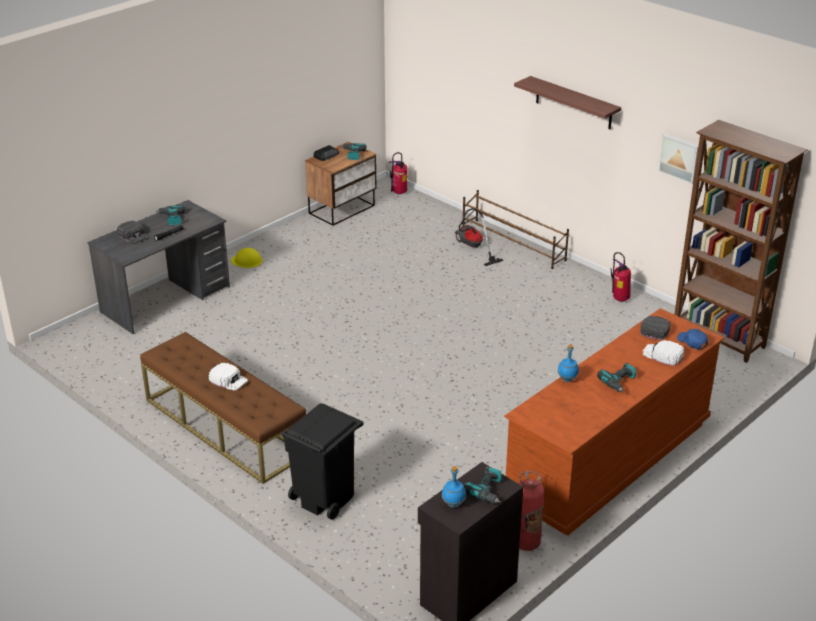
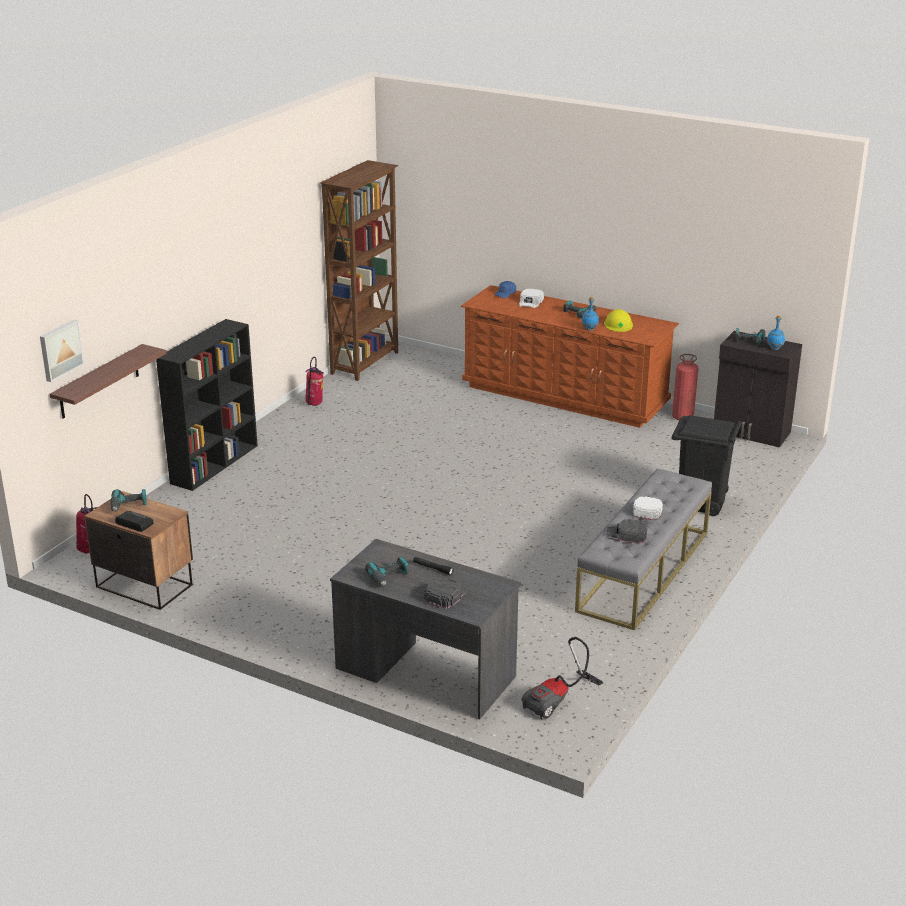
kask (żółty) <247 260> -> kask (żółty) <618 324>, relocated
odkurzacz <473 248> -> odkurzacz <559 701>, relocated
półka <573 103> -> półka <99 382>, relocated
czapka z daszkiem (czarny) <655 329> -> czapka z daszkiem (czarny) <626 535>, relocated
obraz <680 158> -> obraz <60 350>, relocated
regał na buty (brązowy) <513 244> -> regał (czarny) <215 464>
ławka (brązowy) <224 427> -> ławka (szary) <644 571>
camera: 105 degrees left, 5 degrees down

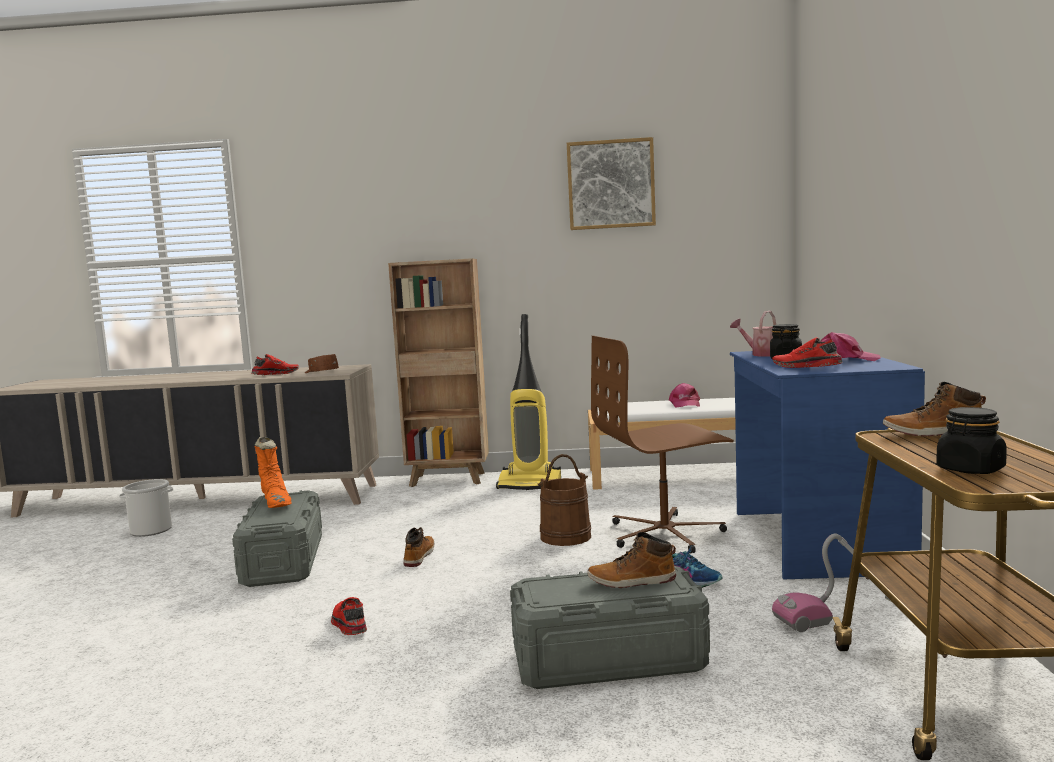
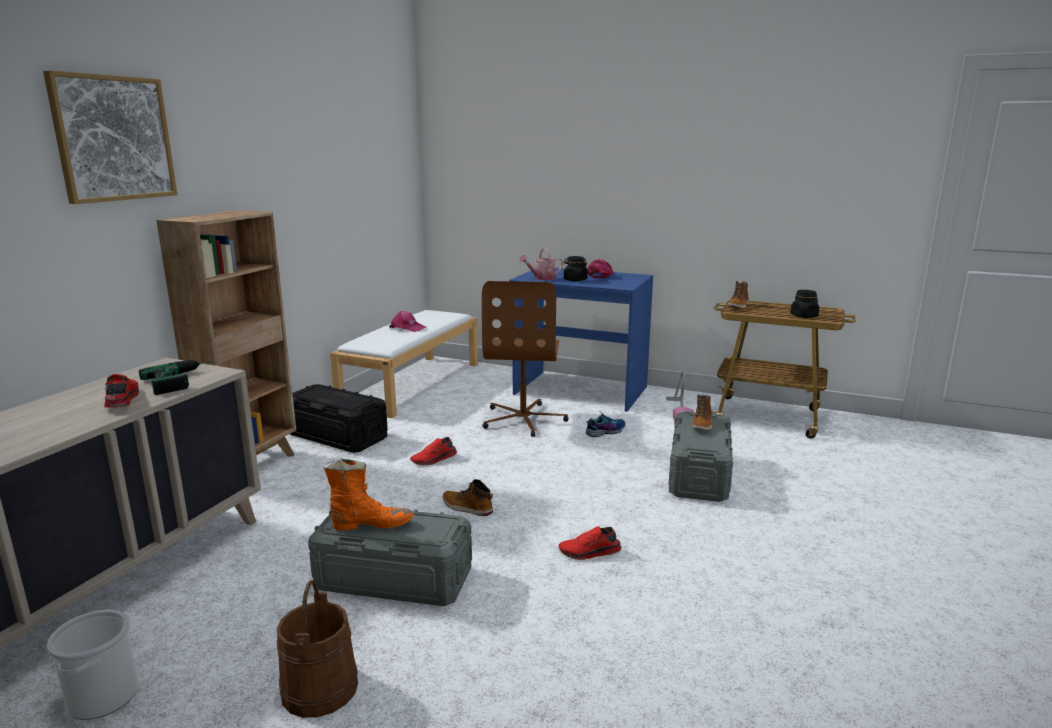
wiadro (brązowy) <565 536> -> wiadro (brązowy) <319 688>, relocated
obraz <611 184> -> obraz <113 138>, relocated
but (czerwony) <806 367> -> but (czerwony) <434 460>, relocated
czapka z daszkiem (brązowy) <321 372> -> wiertarka <184 379>
odkurzacz <530 484> -> pojemnik do przechowywania (czarny) <337 435>
camera: 70 degrees left, 10 degrees up

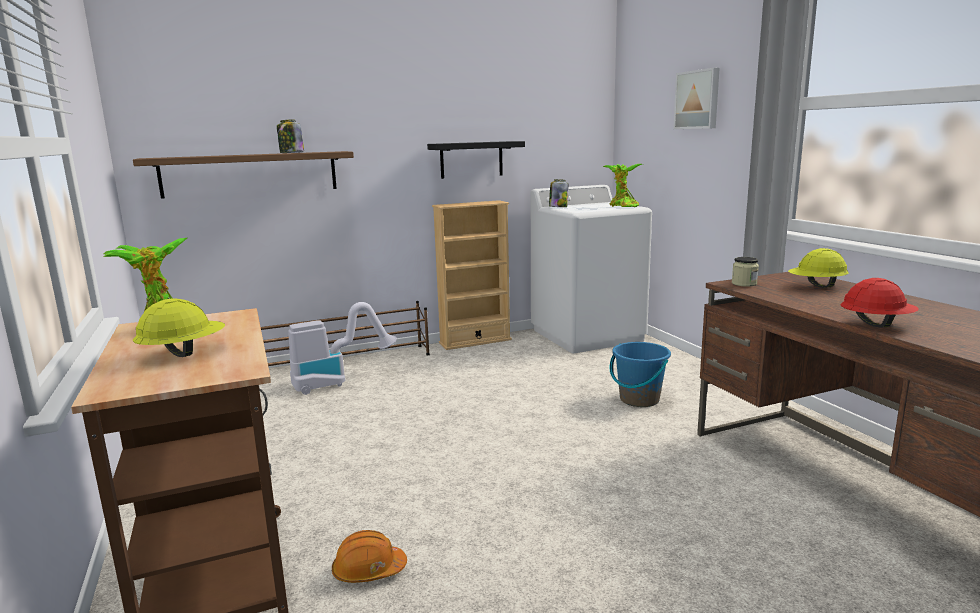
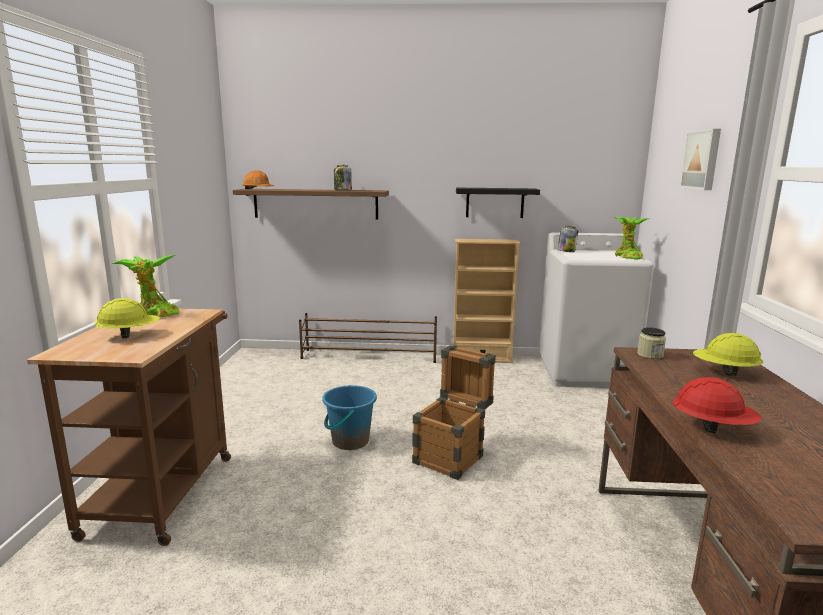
odkurzacz <337 381> -> none
none -> skrzynka <453 456>
kask (pomarańczowy) <368 570> -> kask (pomarańczowy) <258 189>, relocated
wiadro (niebieski) <639 399> -> wiadro (niebieski) <350 441>, relocated
camera: 25 degrees right, 0 degrees up

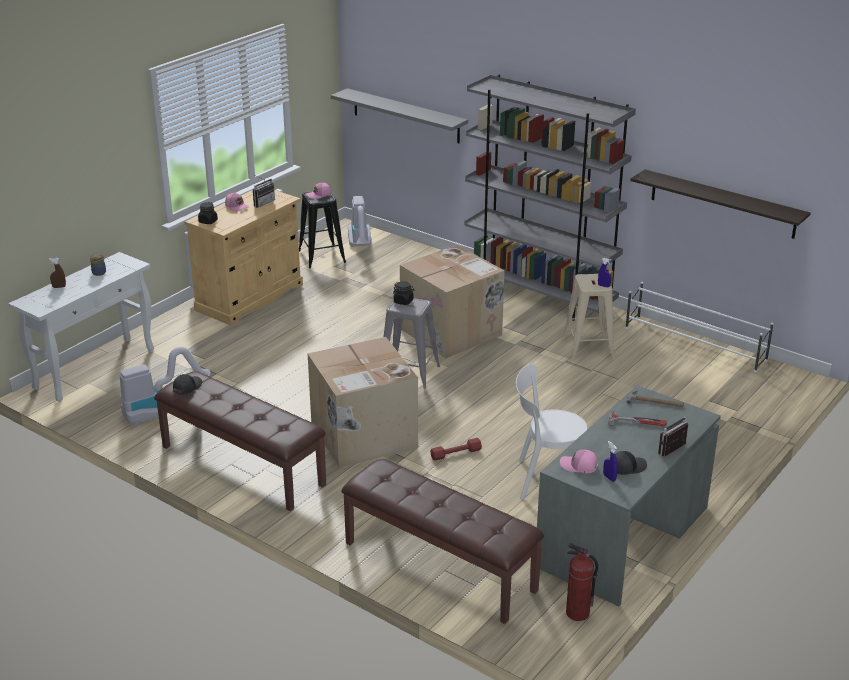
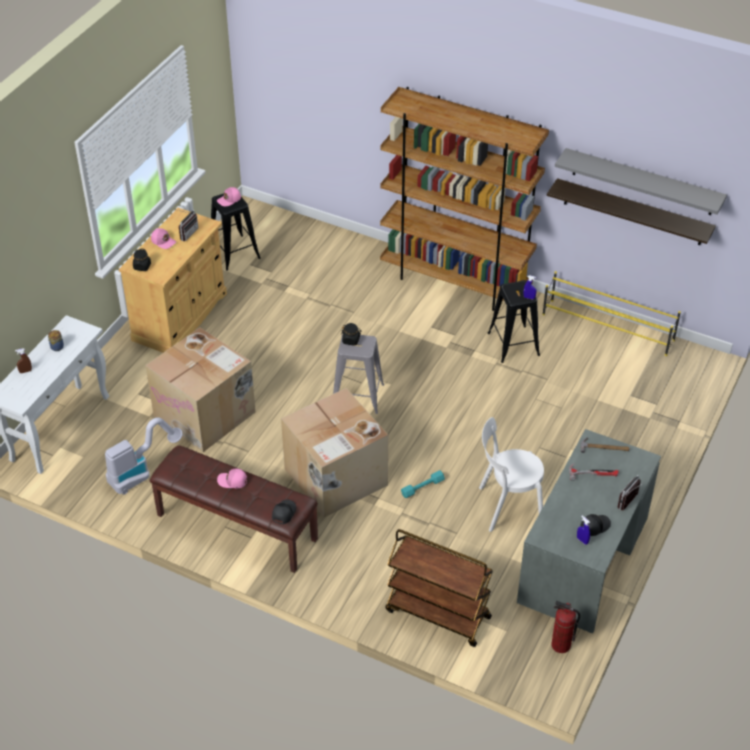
odkurzacz <360 246> -> none
czapka z daszkiem (czarny) <187 387> -> czapka z daszkiem (czarny) <283 513>, relocated
półka (szary) <406 116> -> półka (szary) <642 182>, relocated
karton <452 332> -> karton <206 414>, relocated
czapka z daszkiem (różowy) <579 466> -> czapka z daszkiem (różowy) <232 481>, relocated
ławka (brązowy) <438 566> -> wózek (brązowy) <437 614>
hantel (czerwony) <456 453> -> hantel (turkusowy) <422 487>
regał (szary) <539 296> -> regał (brązowy) <455 282>
stołek (beżowy) <588 347> -> stołek (czarny) <513 344>
regał na buty (biały) <695 344> -> regał na buty (żółty) <608 328>
camera: 10 degrees left, 15 degrees up

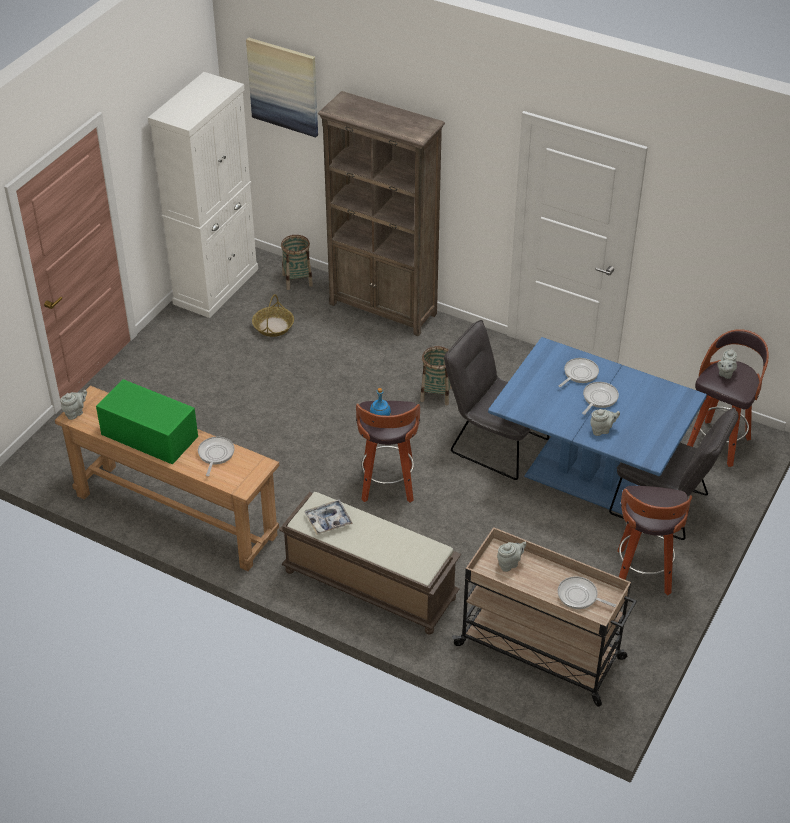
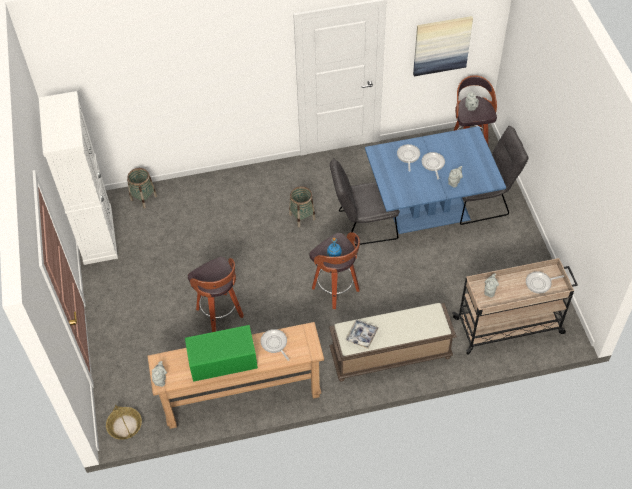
regał (brązowy) <383 309> -> none
obraz <284 86> -> obraz <441 45>, relocated
koszyk <273 326> -> koszyk <124 426>, relocated
stołek <644 574> -> stołek <220 314>, relocated
camera: 40 degrees left, 10 degrees up

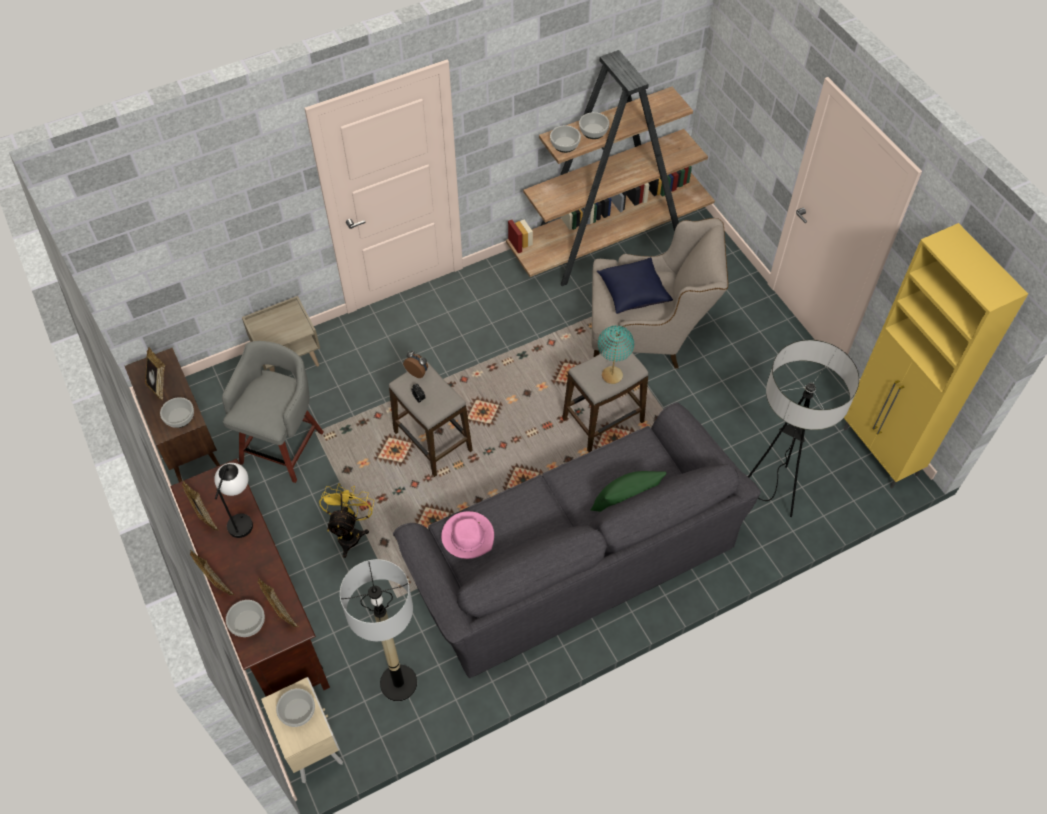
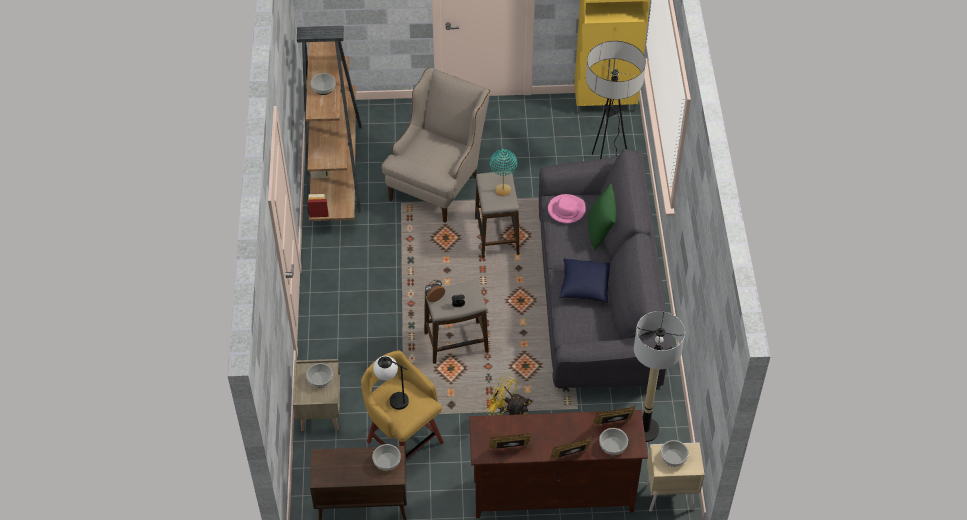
ramka na zdjęcie <159 384> -> none
lampa stołowa <243 517> -> lampa stołowa <392 398>, relocated
kapelusz (różowy) <468 536> -> kapelusz (różowy) <566 210>, relocated
miska <565 144> -> miska <320 379>, relocated
poduszka (niebieski) <633 293> -> poduszka (niebieski) <584 286>, relocated
stołek (szary) <283 445> -> stołek (żółty) <403 440>
camera: 65 degrees left, 5 degrees down

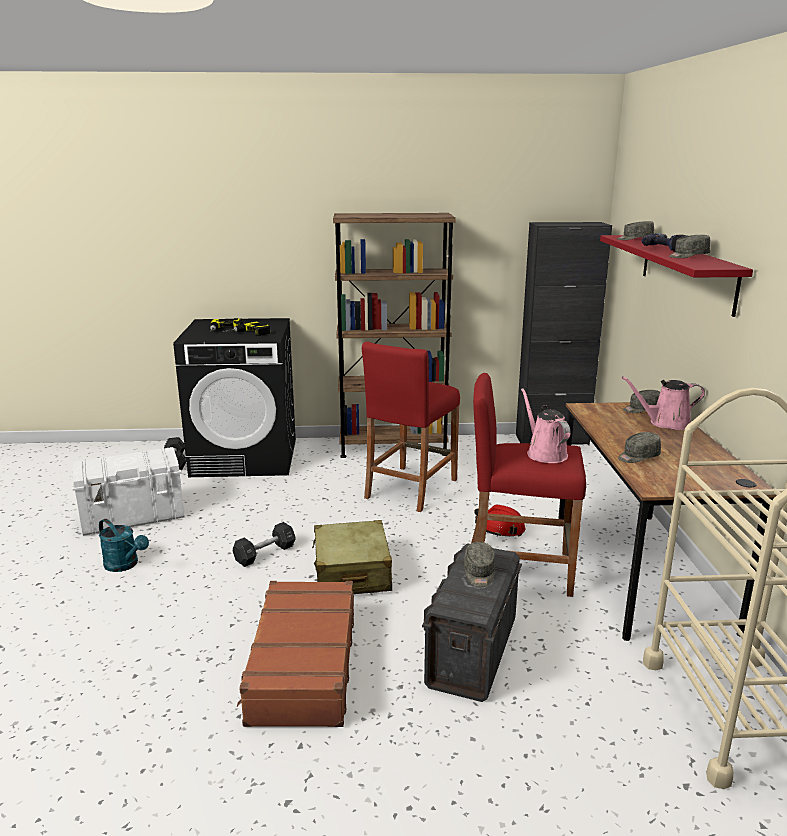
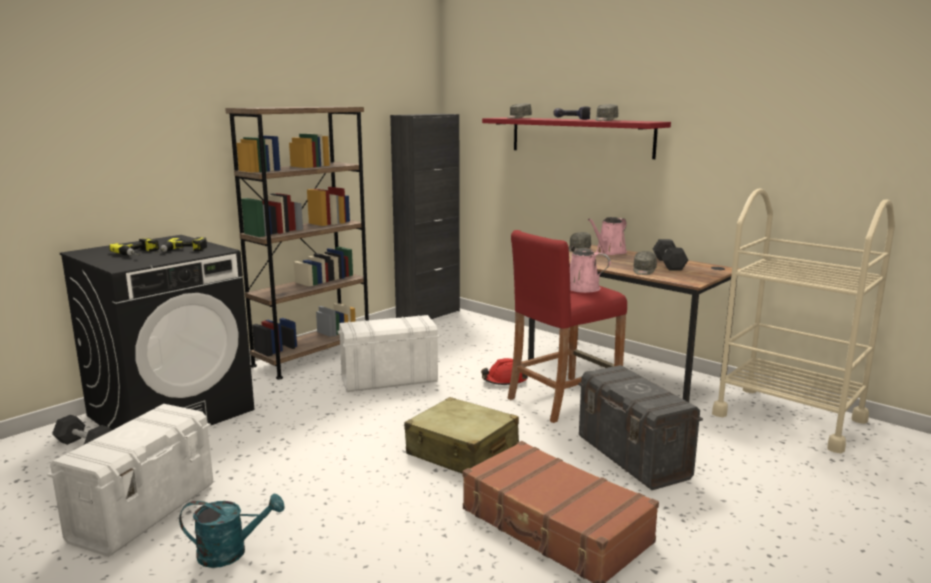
czapka z daszkiem (szary) <479 573> -> none
hantel (czarny) <265 553> -> hantel (czarny) <669 264>, relocated
stołek (czerwony) <410 488> -> pojemnik do przechowywania (biały) <388 380>
camera: 45 degrees left, 5 degrees down

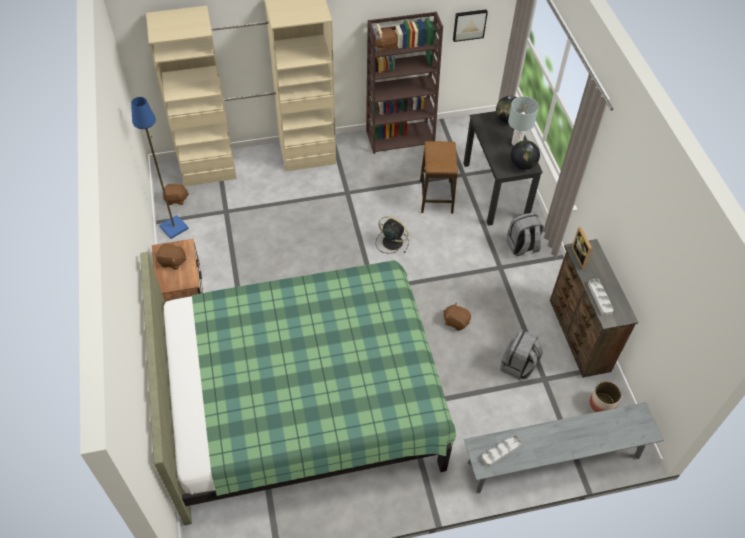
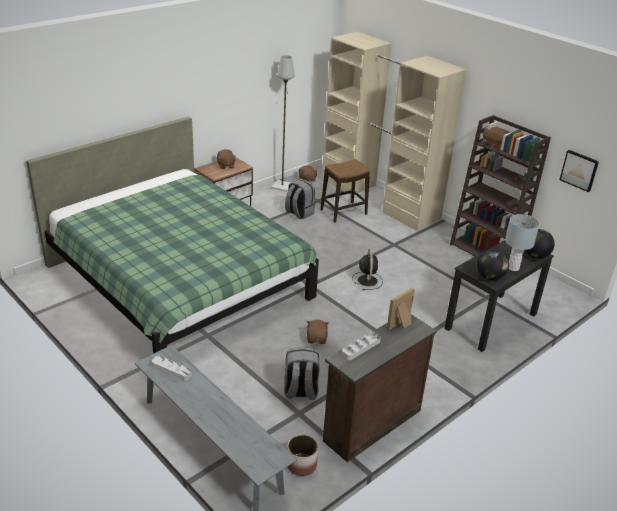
stołek <436 196> -> stołek <343 212>, relocated
plecak (szary) <522 247> -> plecak (szary) <299 213>, relocated
lampa stojąca (niebieski) <174 227> -> lampa stojąca (szary) <282 186>
camera: 60 degrees right, 20 degrees down

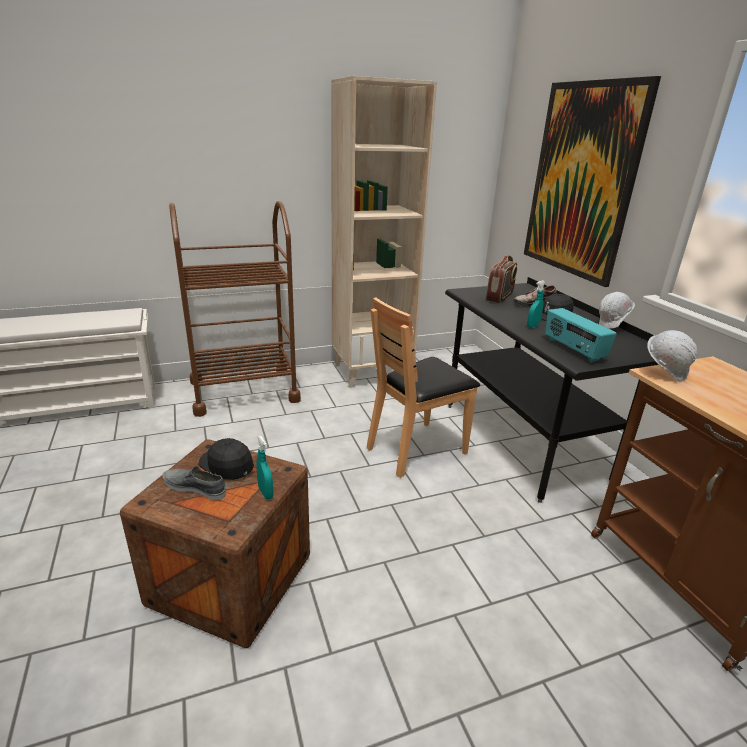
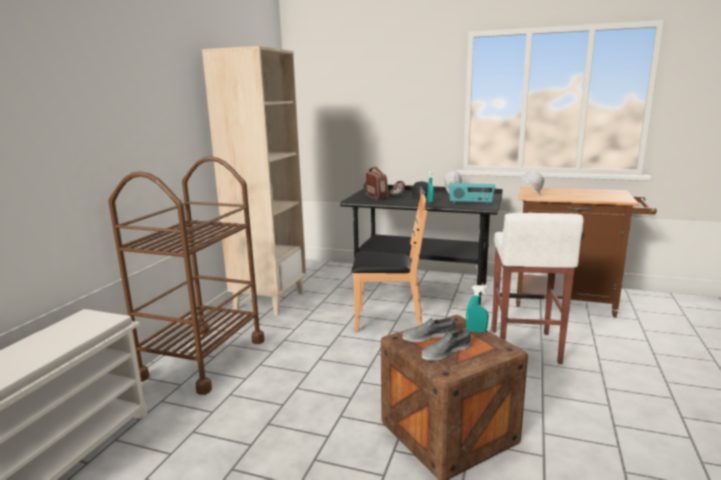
obraz <581 181> -> none
none -> stołek (biały) <524 347>
czapka z daszkiem (czarny) <227 465> -> but (szary) <428 336>
krzesło (brązowy) <416 449> -> krzesło (brązowy) <388 320>, 90 degrees counterclockwise
camera: 50 degrees left, 10 degrees down

